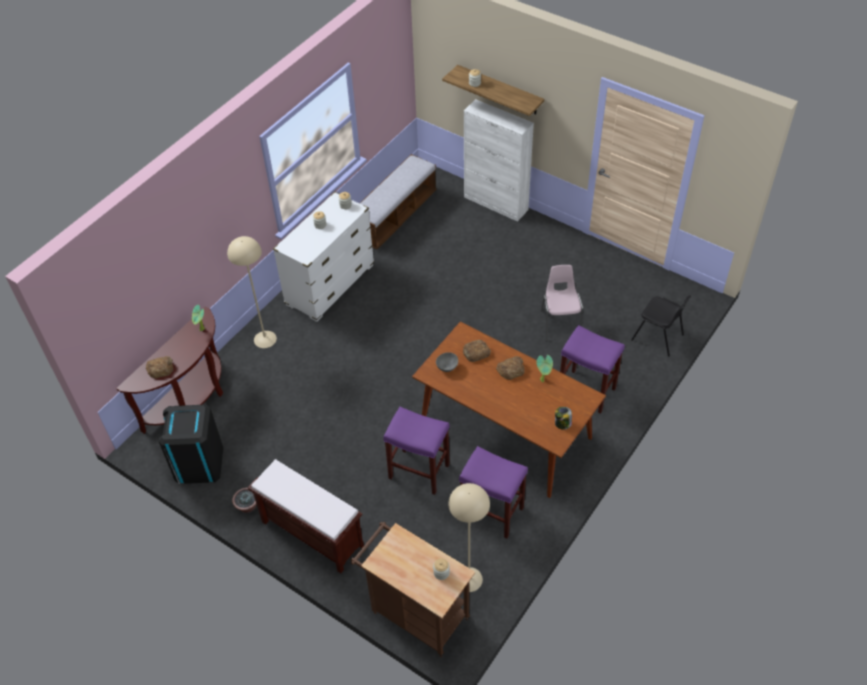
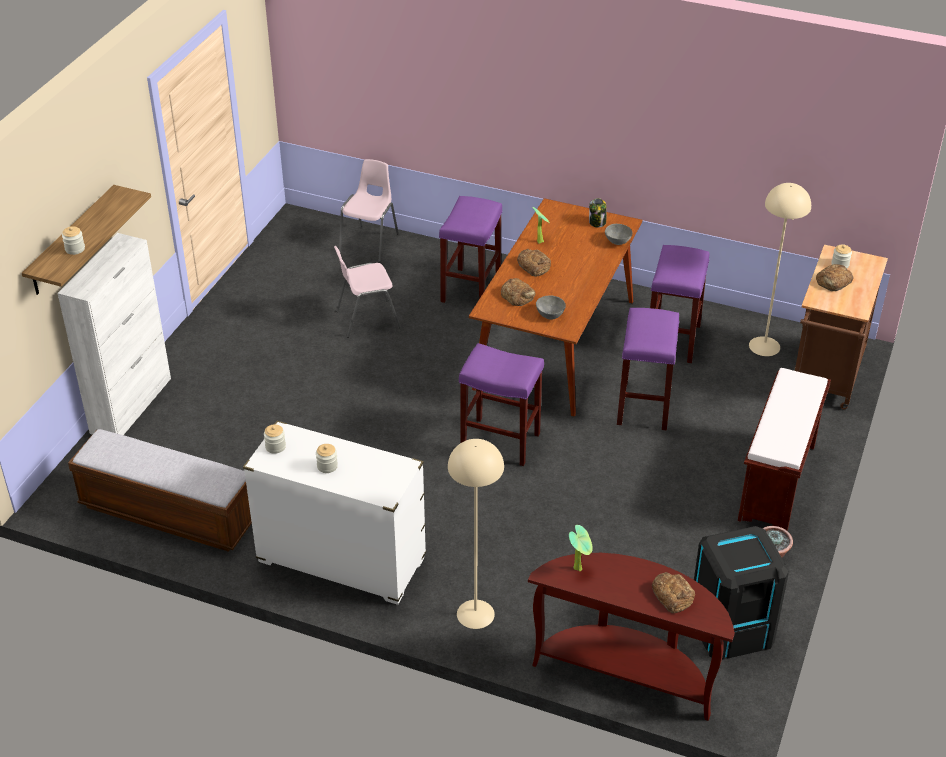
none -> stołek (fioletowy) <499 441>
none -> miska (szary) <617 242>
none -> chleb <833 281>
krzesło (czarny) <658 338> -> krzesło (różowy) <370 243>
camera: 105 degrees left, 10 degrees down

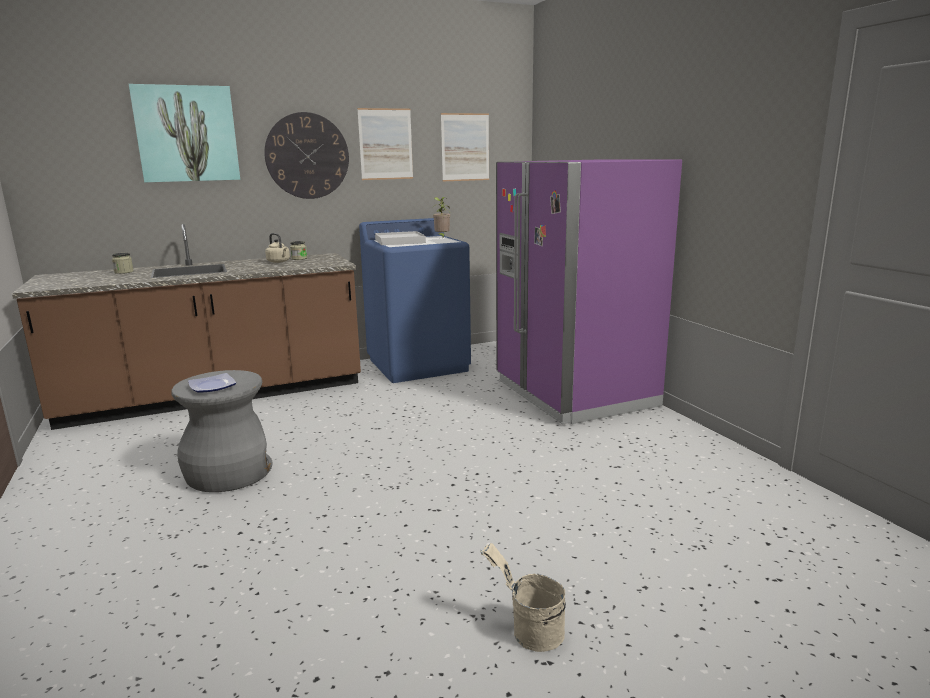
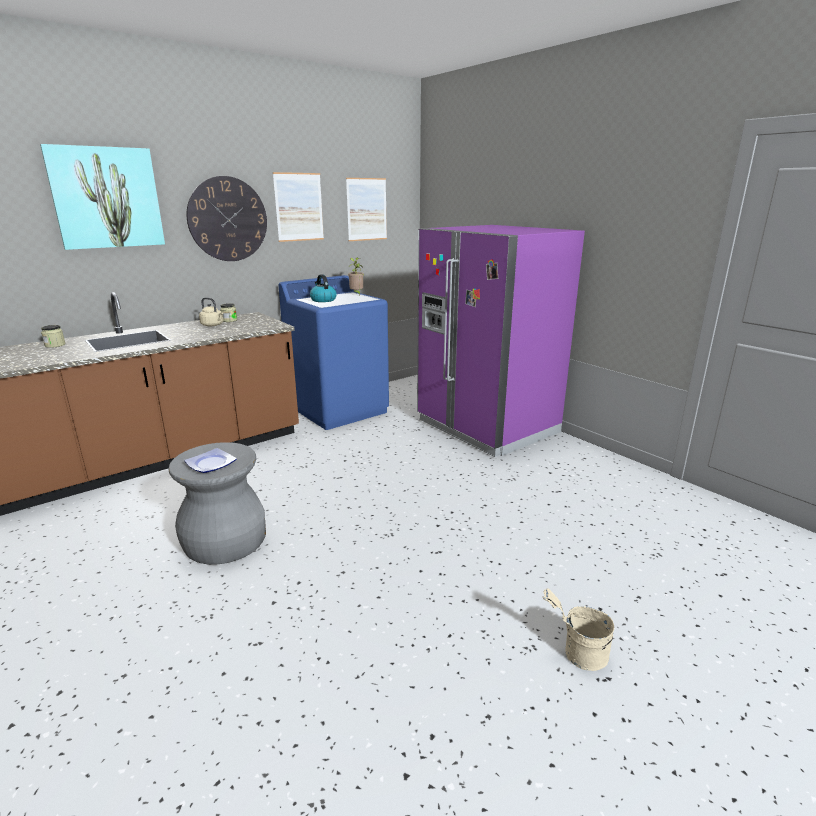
taca (biały) <399 241> -> czajnik <323 300>
camera: 15 degrees left, 5 degrees up

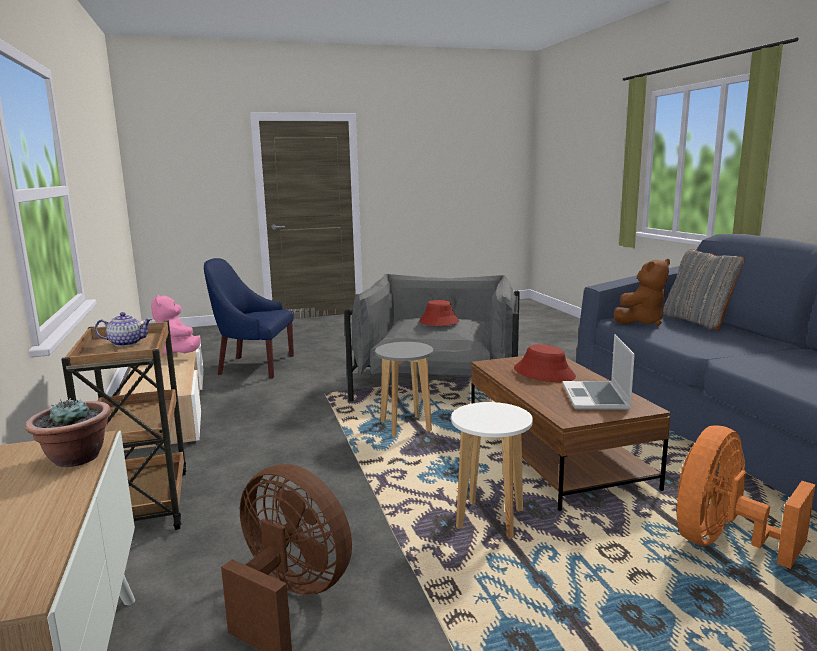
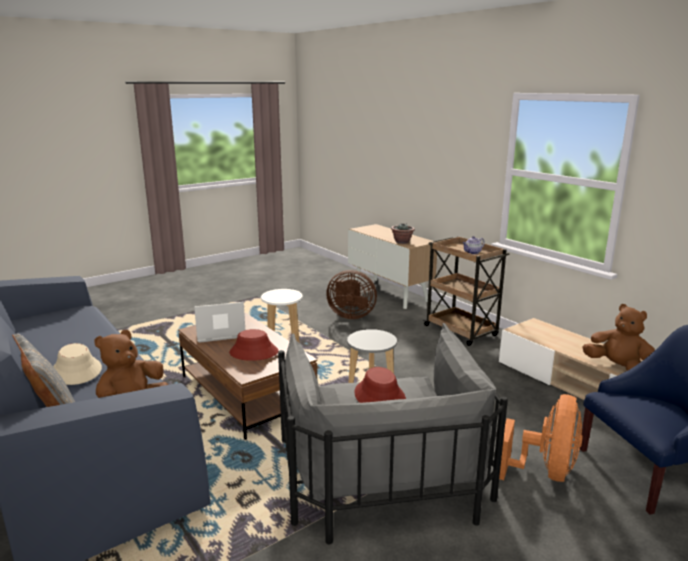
none -> kapelusz (beżowy) <76 371>
wentylator (pomarańczowy) <723 542> -> wentylator (pomarańczowy) <545 472>, relocated
pluszak (różowy) <180 353> -> pluszak (brązowy) <617 368>
laptop <596 398> -> laptop <220 333>, 90 degrees counterclockwise
camera: 160 degrees right, 5 degrees up

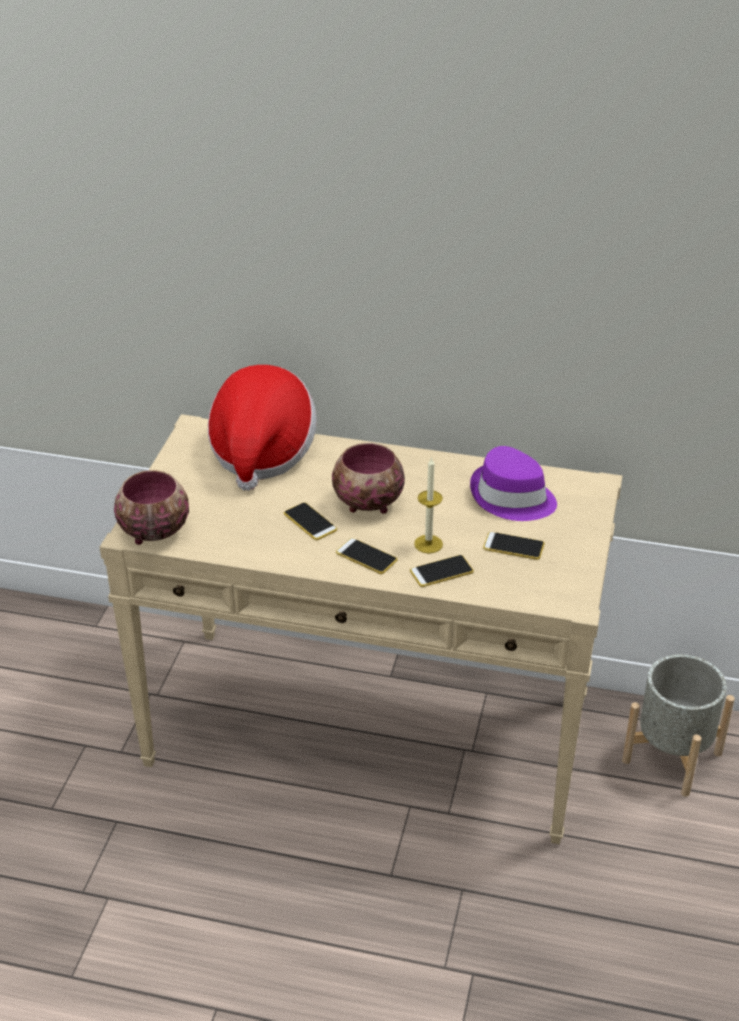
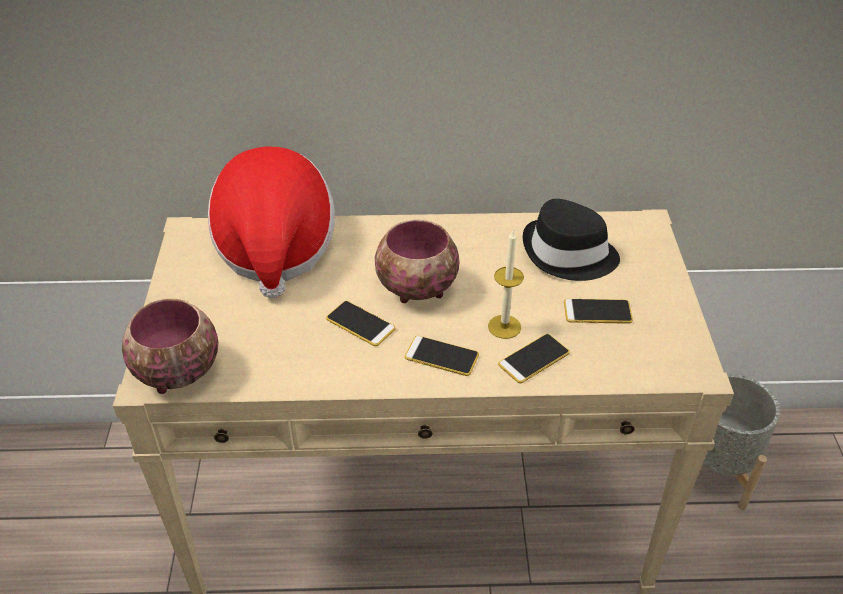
kapelusz (fioletowy) <512 498> -> kapelusz (czarny) <568 254>
camera: 15 degrees left, 5 degrees up

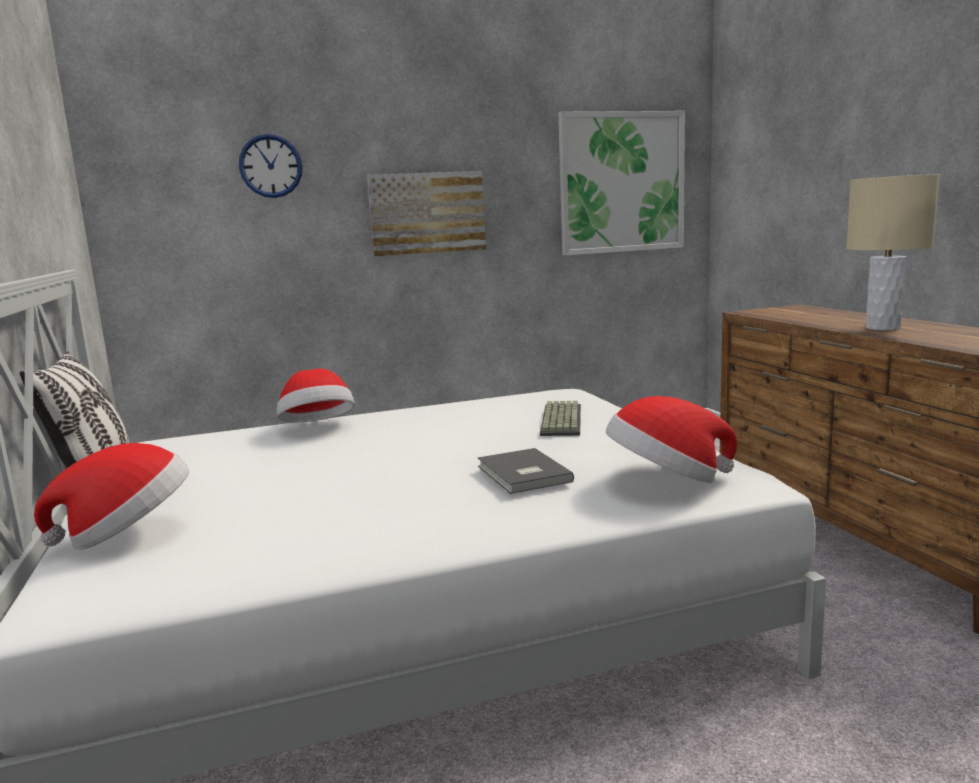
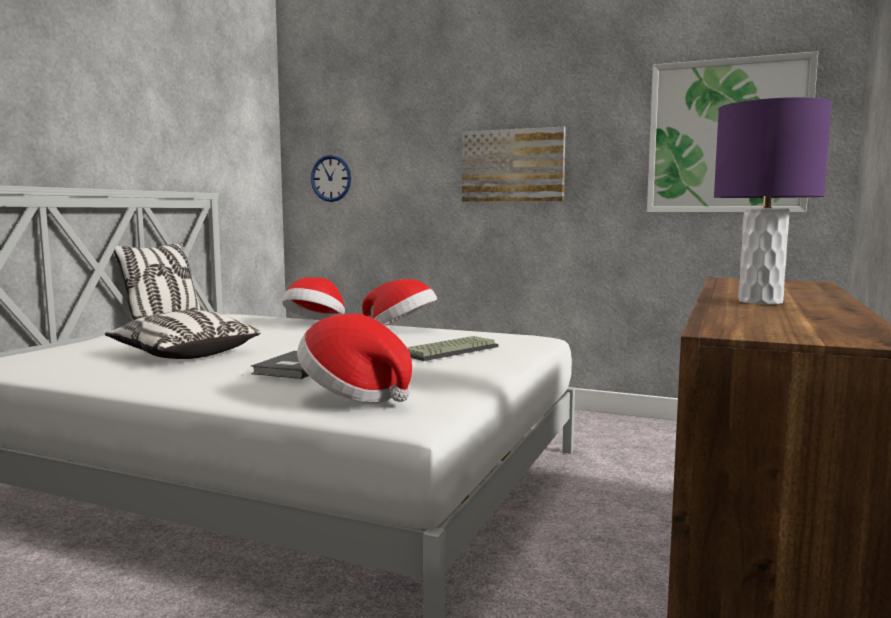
none -> poduszka <184 354>
kapelusz <128 534> -> kapelusz <401 329>, relocated
zegar ścienny <270 166> -> zegar ścienny <331 178>, relocated
lampa stołowa (beżowy) <882 328> -> lampa stołowa (fioletowy) <759 301>
camera: 40 degrees right, 5 degrees down

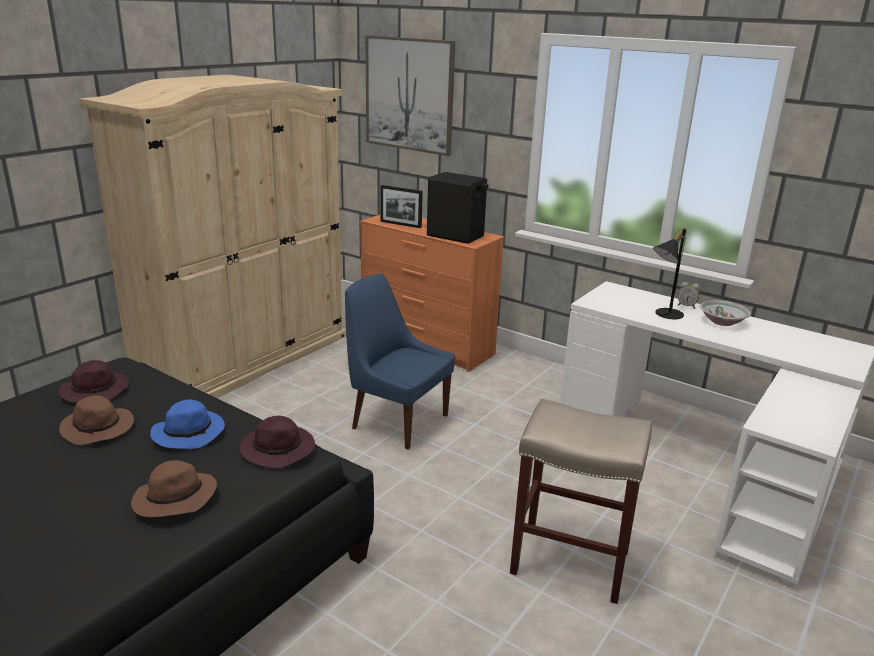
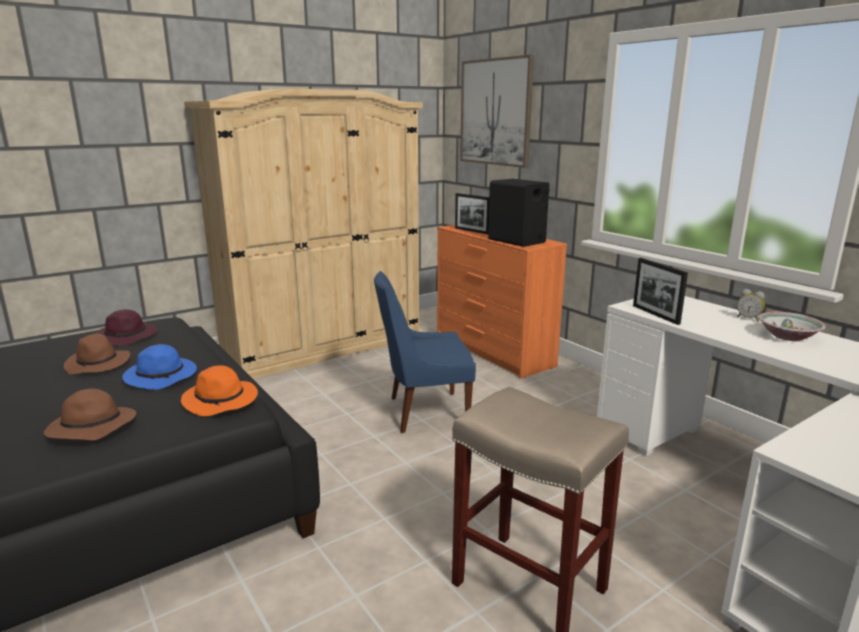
lampa stołowa (czarny) <664 314> -> none
none -> ramka na zdjęcie <655 314>
kapelusz (fioletowy) <279 450> -> kapelusz (pomarańczowy) <221 401>
krzesło (niebieski) <397 420> -> krzesło (niebieski) <424 412>, 60 degrees counterclockwise
camera: 20 degrees right, 5 degrees down

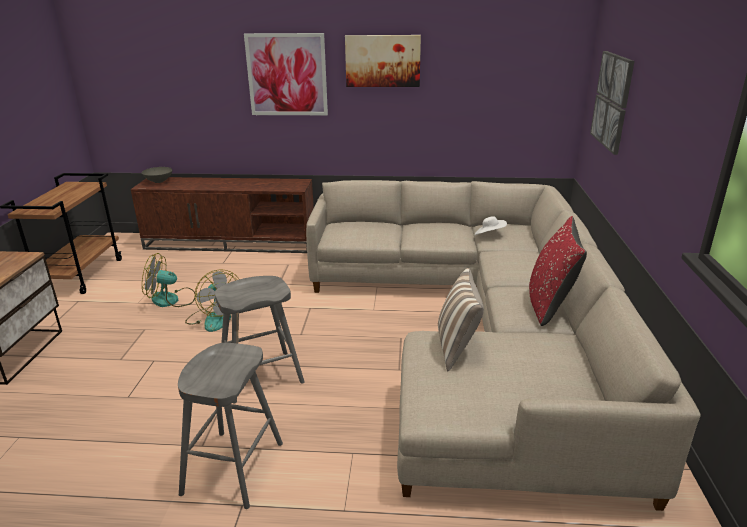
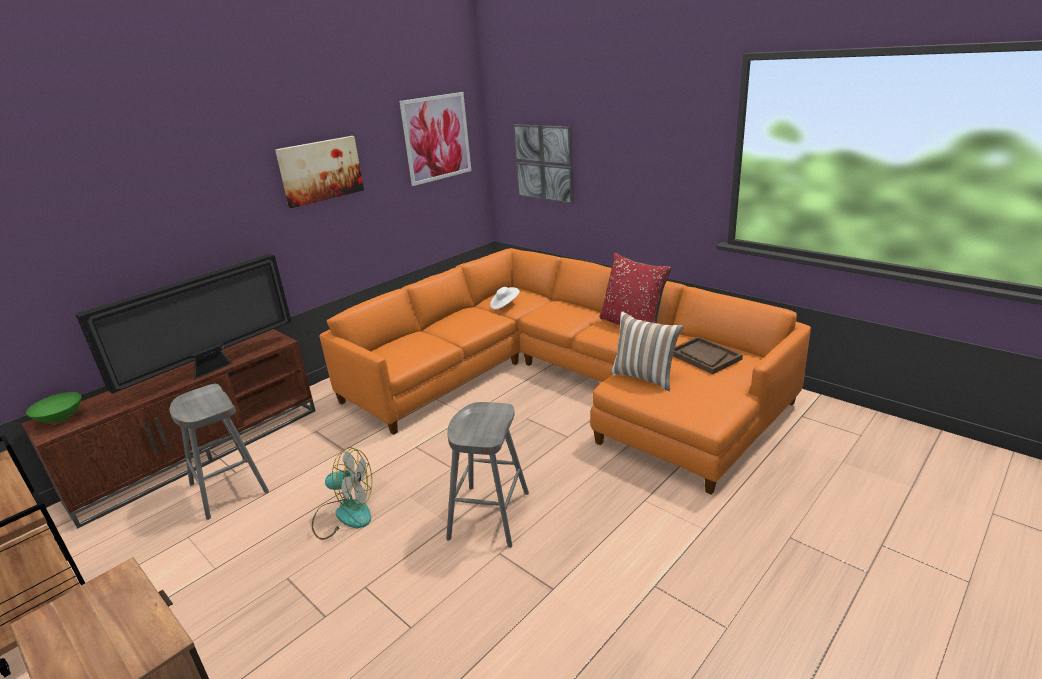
wentylator <172 300> -> none
none -> telewizor <213 368>
none -> taca (brązowy) <704 356>
stołek (szary) <233 468> -> stołek (szary) <229 488>, relocated
obraz <287 75> -> obraz <437 138>, relocated
miska (szary) <159 181> -> miska (zielony) <61 418>
kanapa (beżowy) <479 331> -> kanapa (pomarańczowy) <564 382>
camera: 50 degrees left, 0 degrees up

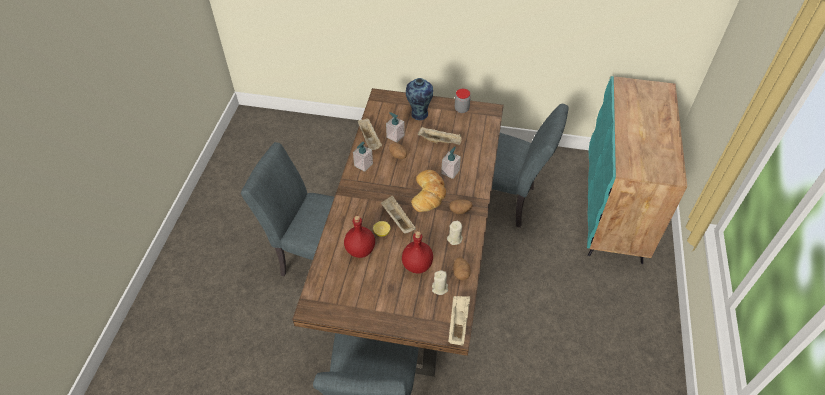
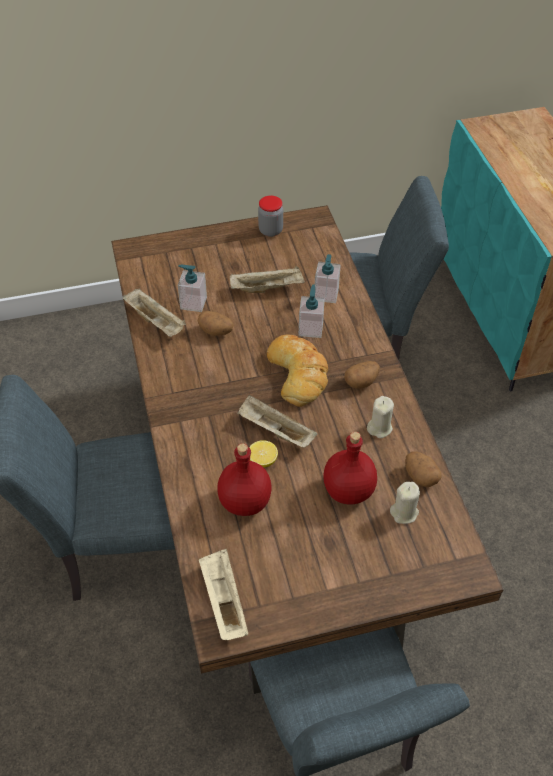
wazon <419 114> -> none
dozownik mydła <363 165> -> dozownik mydła <326 294>, relocated
taca (beżowy) <458 323> -> taca (beżowy) <223 601>, relocated
camera: 25 degrees left, 0 degrees up

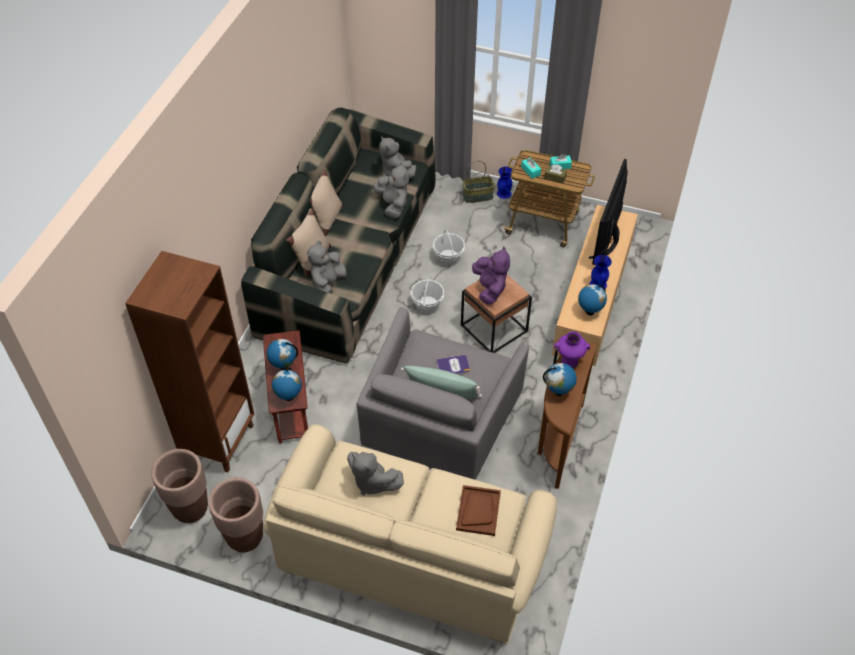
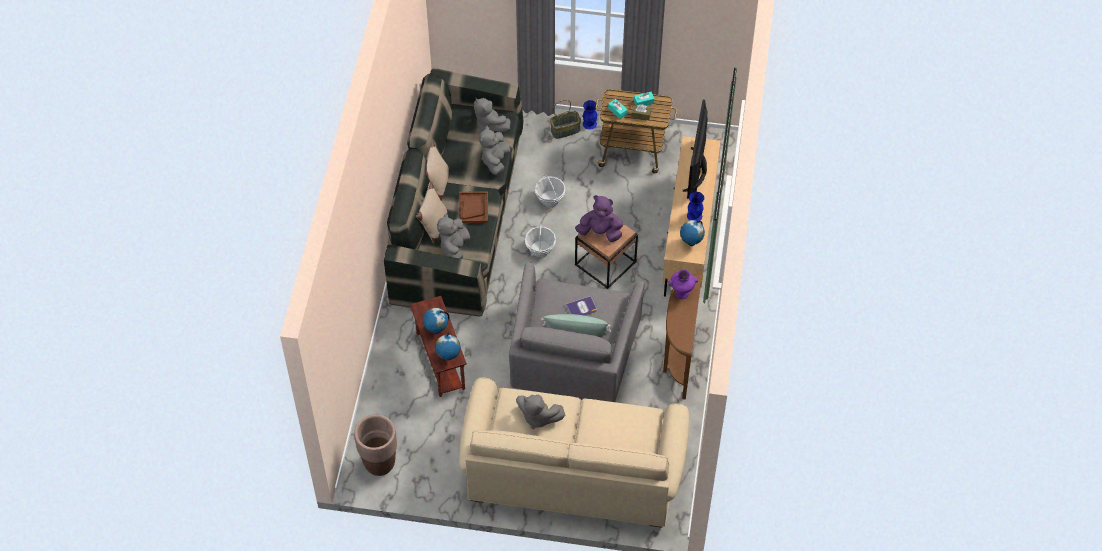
regał (brązowy) <218 441> -> none
donica (brązowy) <245 537> -> none
globus <558 392> -> none
taca (brązowy) <478 511> -> taca (brązowy) <473 208>, relocated
pluszak (szary) <393 205> -> pluszak (szary) <495 160>, 135 degrees counterclockwise
pluszak (fioletowy) <490 289> -> pluszak (fioletowy) <600 232>, 60 degrees counterclockwise
camera: 10 degrees left, 5 degrees up

